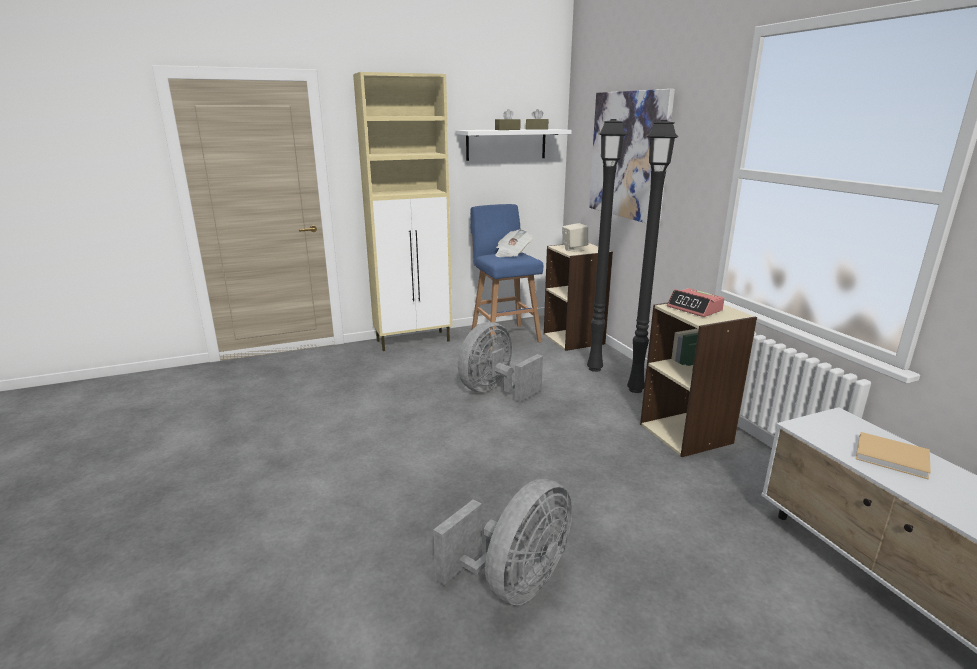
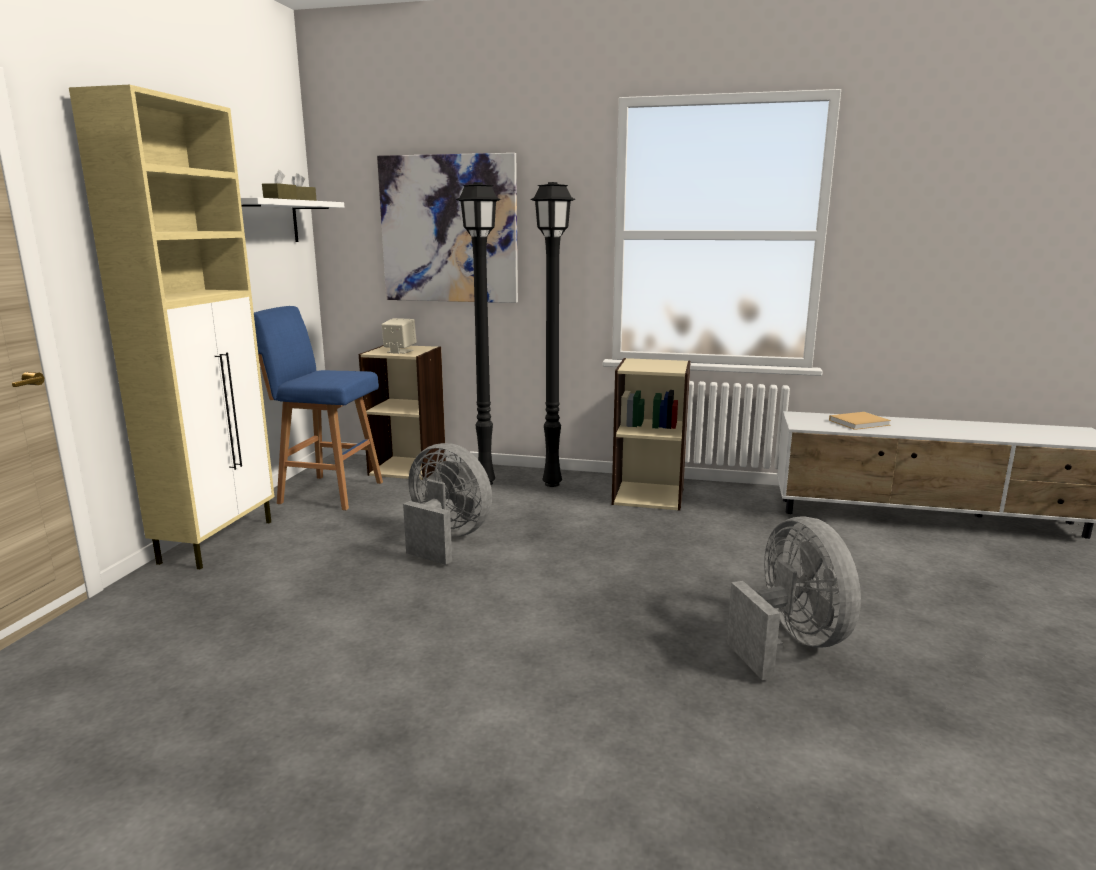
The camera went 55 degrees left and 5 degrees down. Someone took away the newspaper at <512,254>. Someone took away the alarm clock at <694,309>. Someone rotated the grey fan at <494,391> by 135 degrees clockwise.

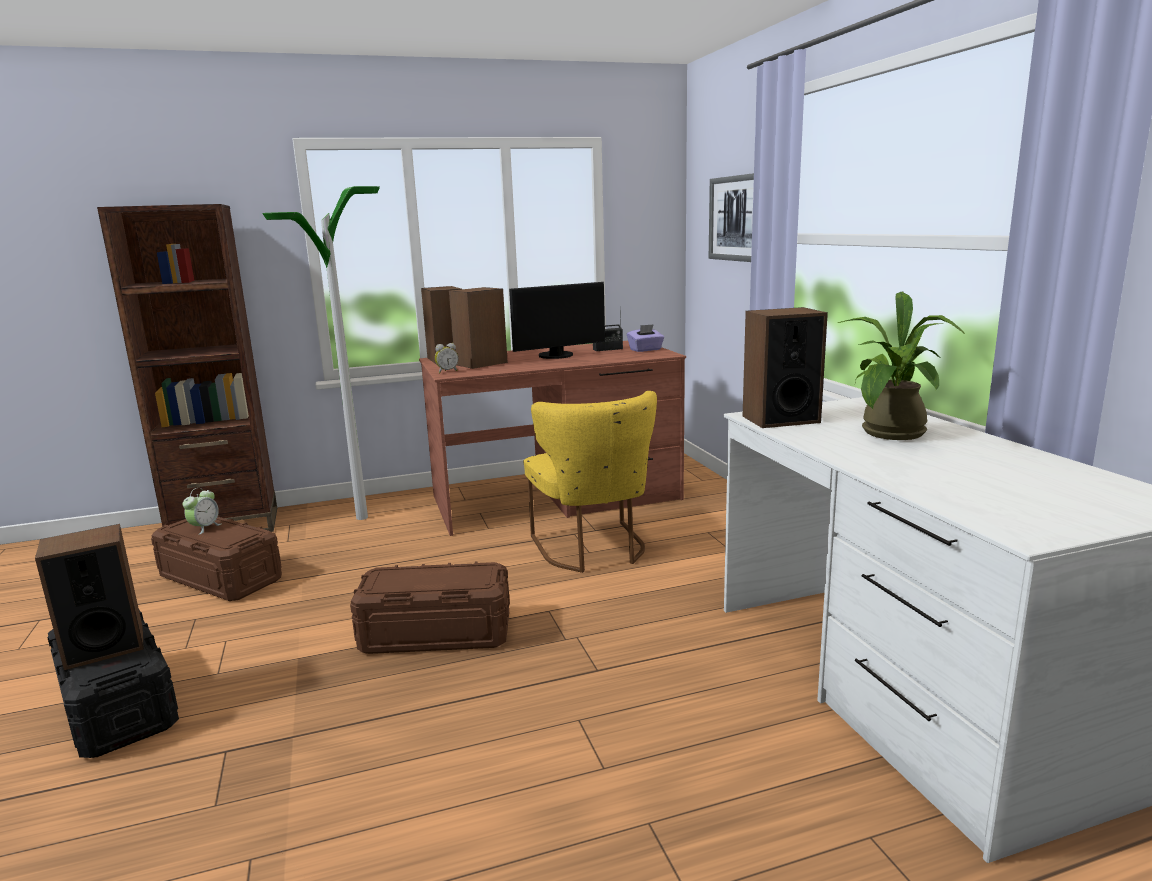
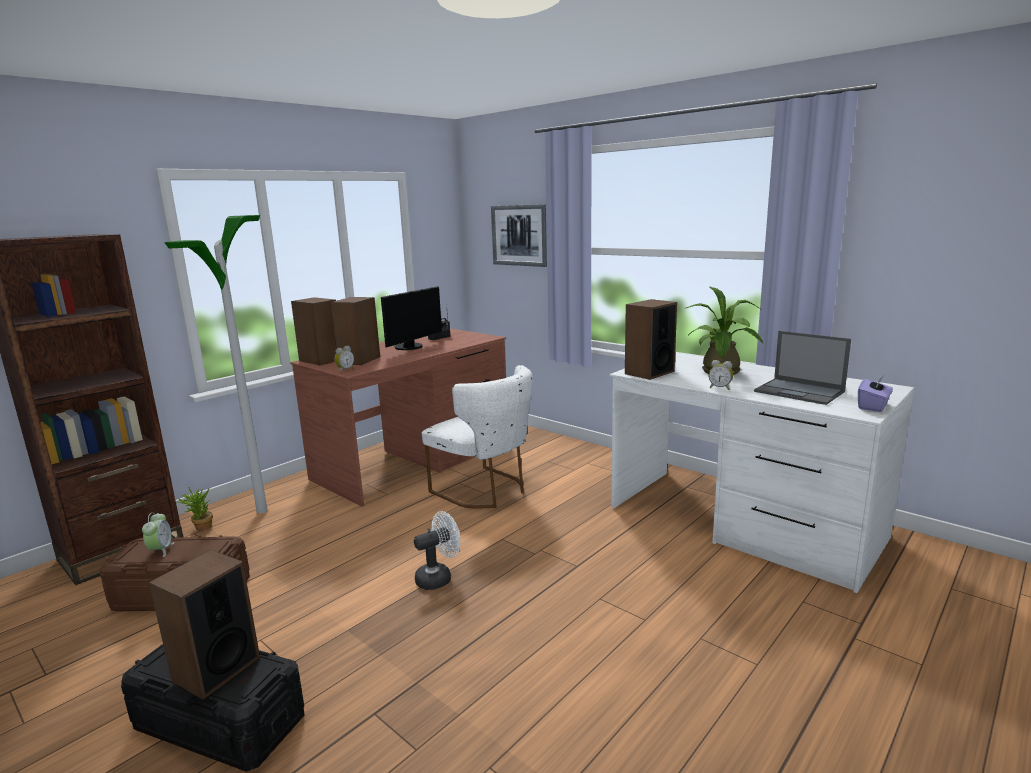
The camera went 30 degrees left and 0 degrees up. Someone put down the potted plant at <200,528>. Someone put down the alarm clock at <720,388>. Someone put down the laptop at <800,392>. Someone carried the purple tissue box from <645,350> to <873,406>. Someone swapped the brown storage box at <436,633> for the white fan at <439,577>. Someone repainted the yellow chair at <593,550>, which became the white chair at <485,490>.

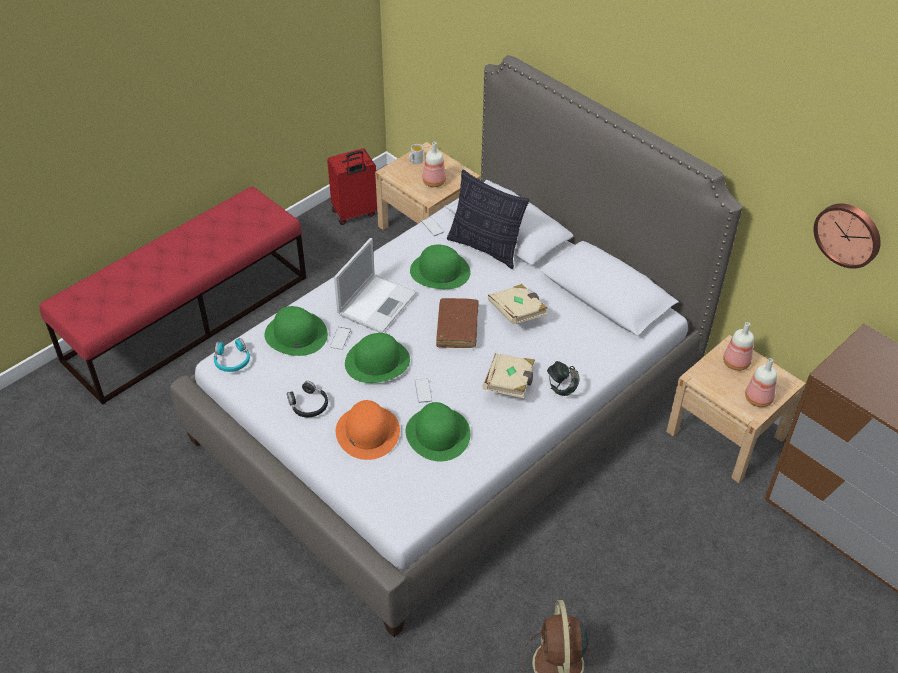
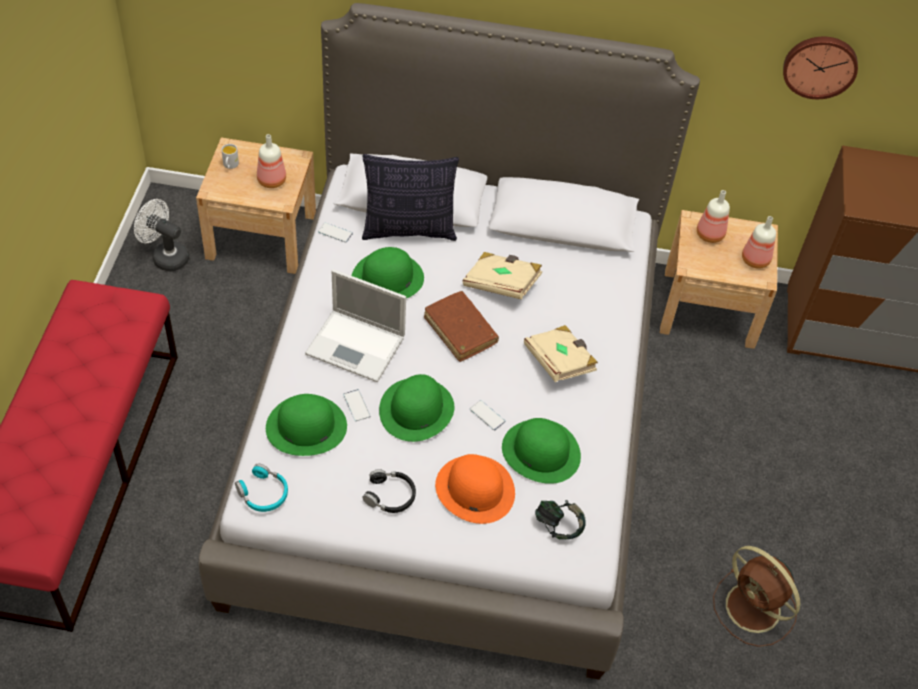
The camera went 40 degrees left and 5 degrees up. Someone carried the headphones from <562,386> to <558,527>. Someone swapped the red suitcase at <354,213> for the white fan at <165,256>. Someone rotated the laptop at <377,303> by 120 degrees clockwise.

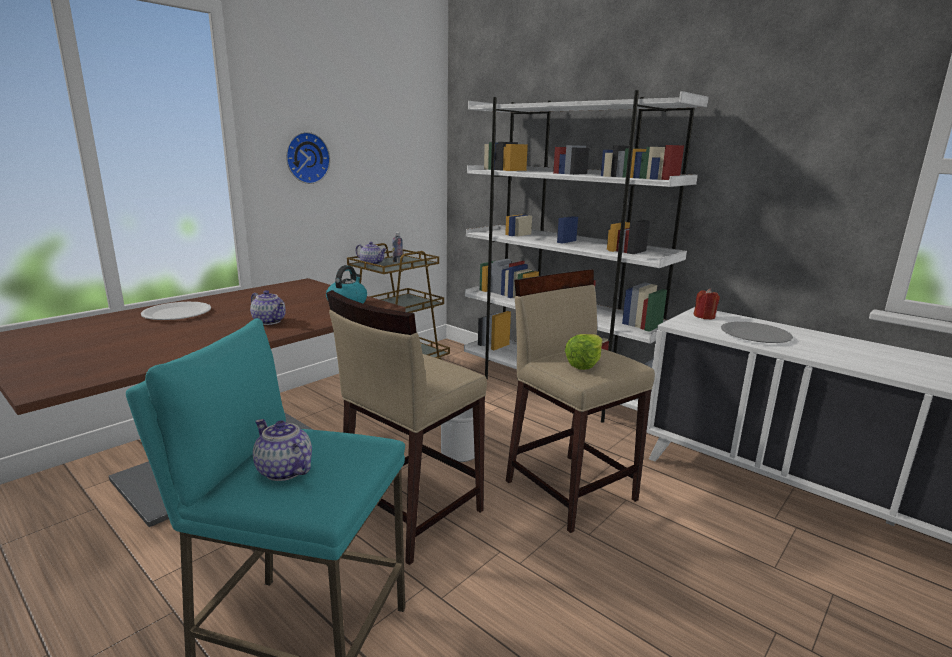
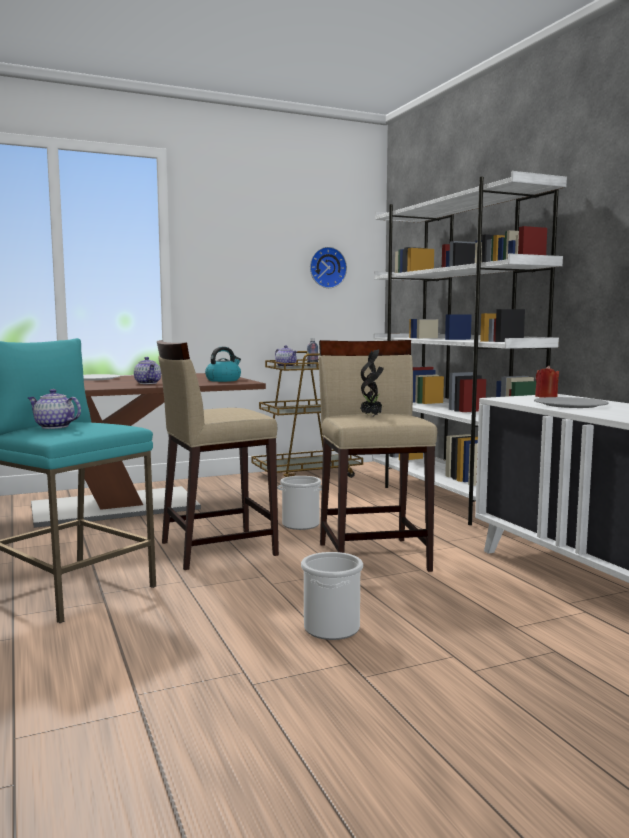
The camera went 25 degrees right and 10 degrees down. Someone put down the bucket at <332,628>. Someone carried the wall clock from <306,158> to <327,267>. Someone swapped the lettuce at <588,363> for the potted plant at <372,416>. Someone rotated the teapot at <282,471> by 45 degrees counterclockwise.

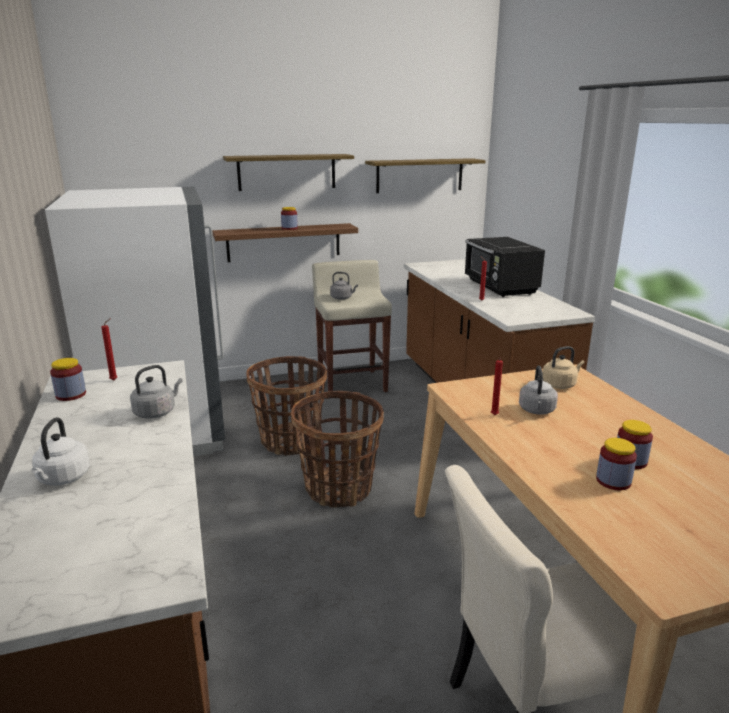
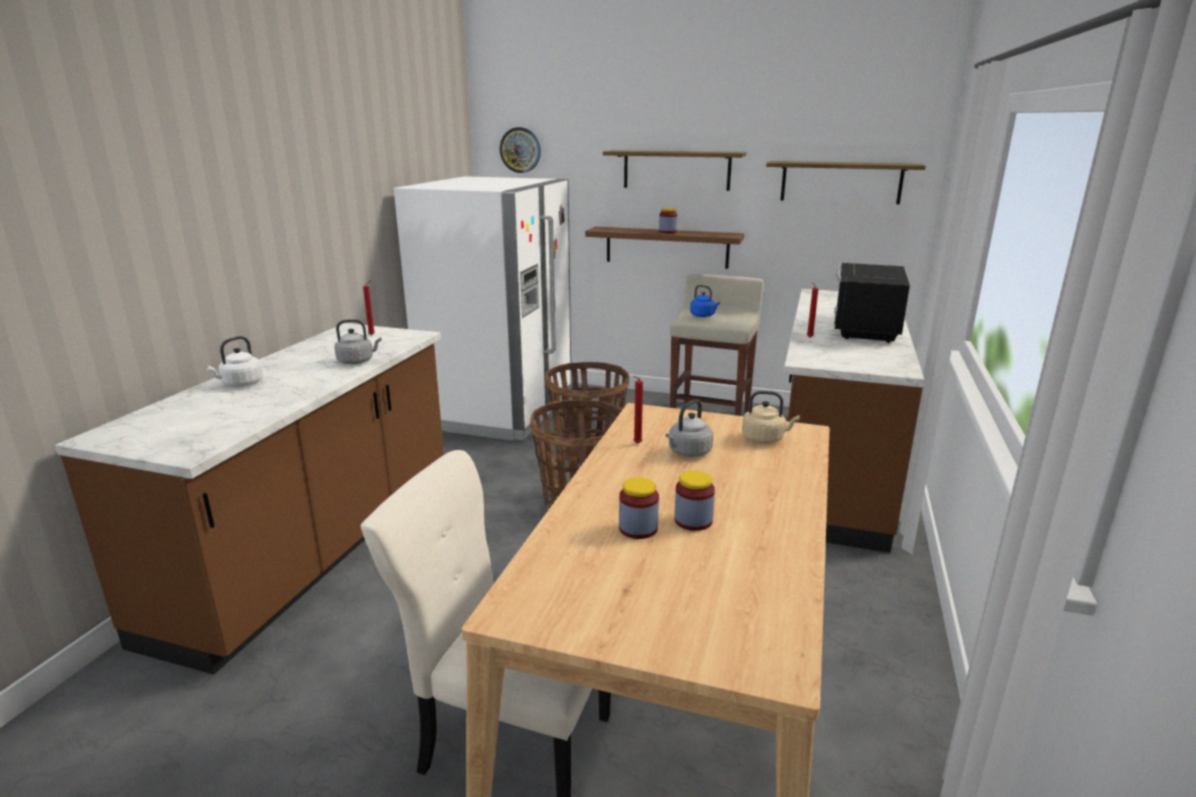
The camera went 35 degrees right and 0 degrees up. Someone took away the jar at <71,395>. Someone put up the wall clock at <520,150>. Someone repainted the grey kettle at <342,298>, which became the blue kettle at <703,315>.

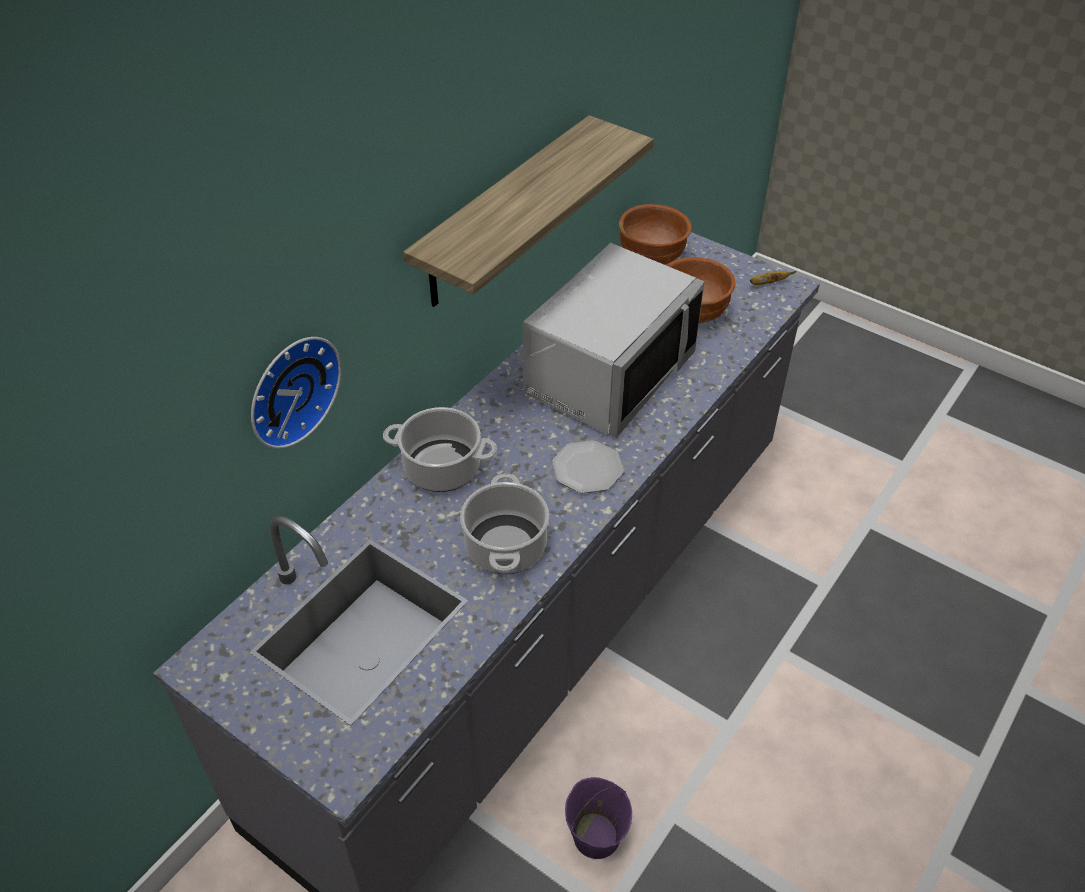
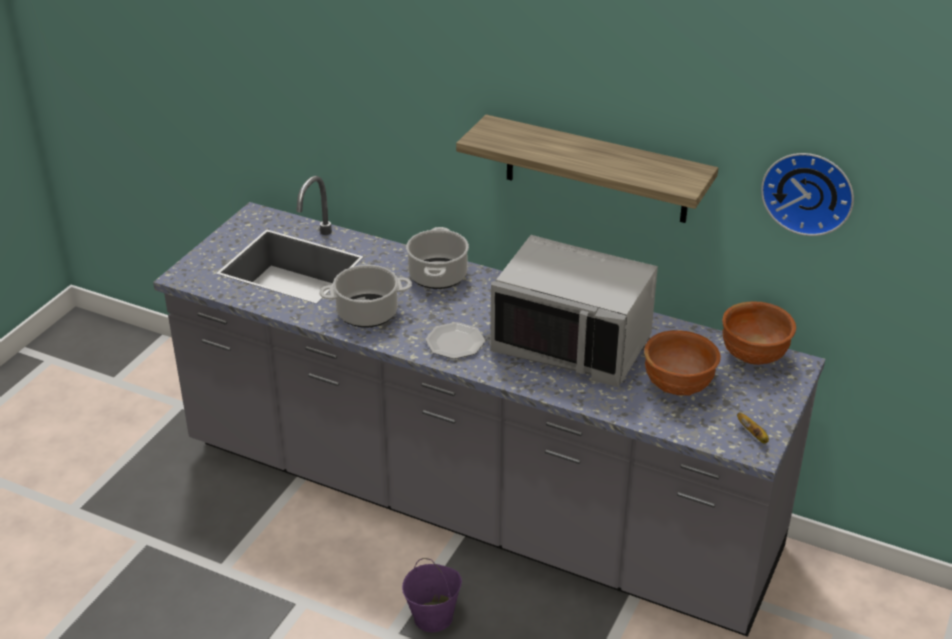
The camera went 80 degrees right and 10 degrees down. Someone carried the wall clock from <290,389> to <808,191>. Someone carried the purple bucket from <595,836> to <433,617>.

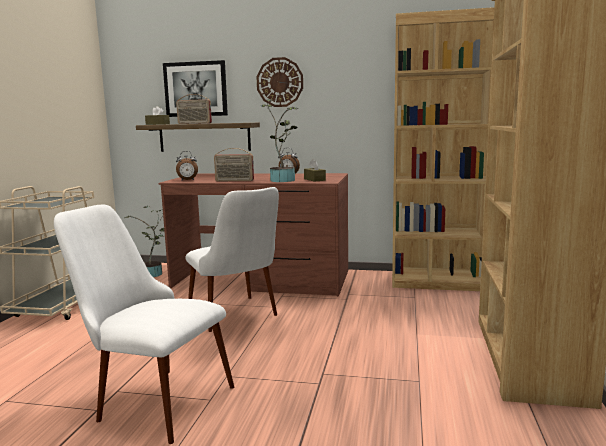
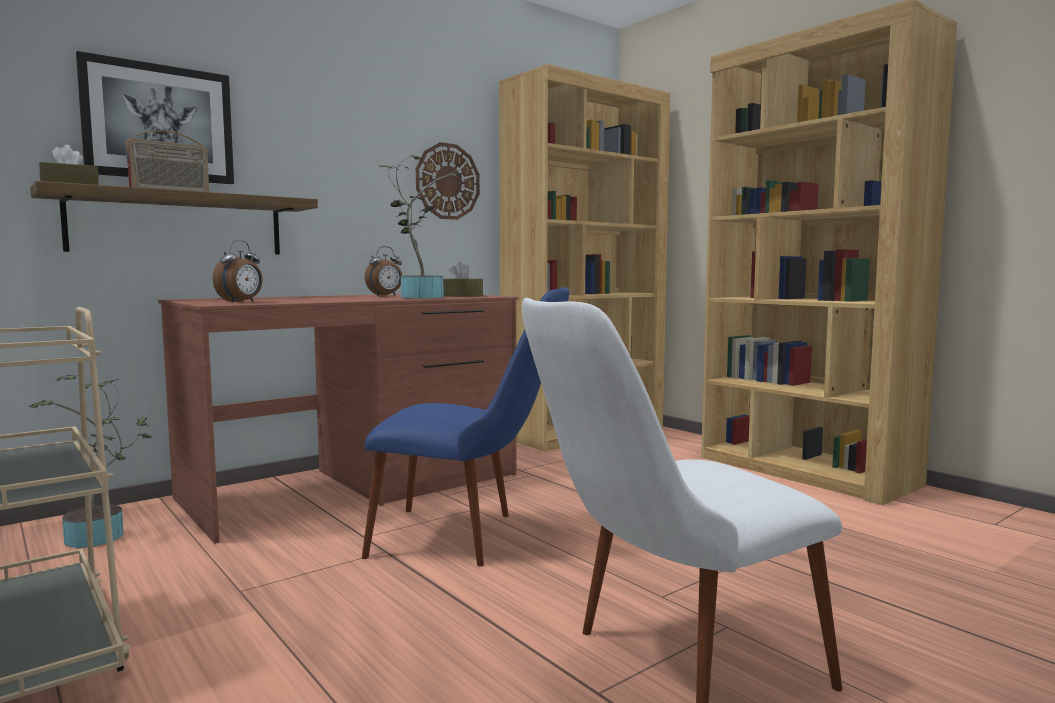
The camera went 50 degrees left and 5 degrees down. Someone took away the radio at <234,181>. Someone carried the wall clock from <280,82> to <447,181>. Someone repainted the white chair at <238,318>, which became the blue chair at <469,537>.

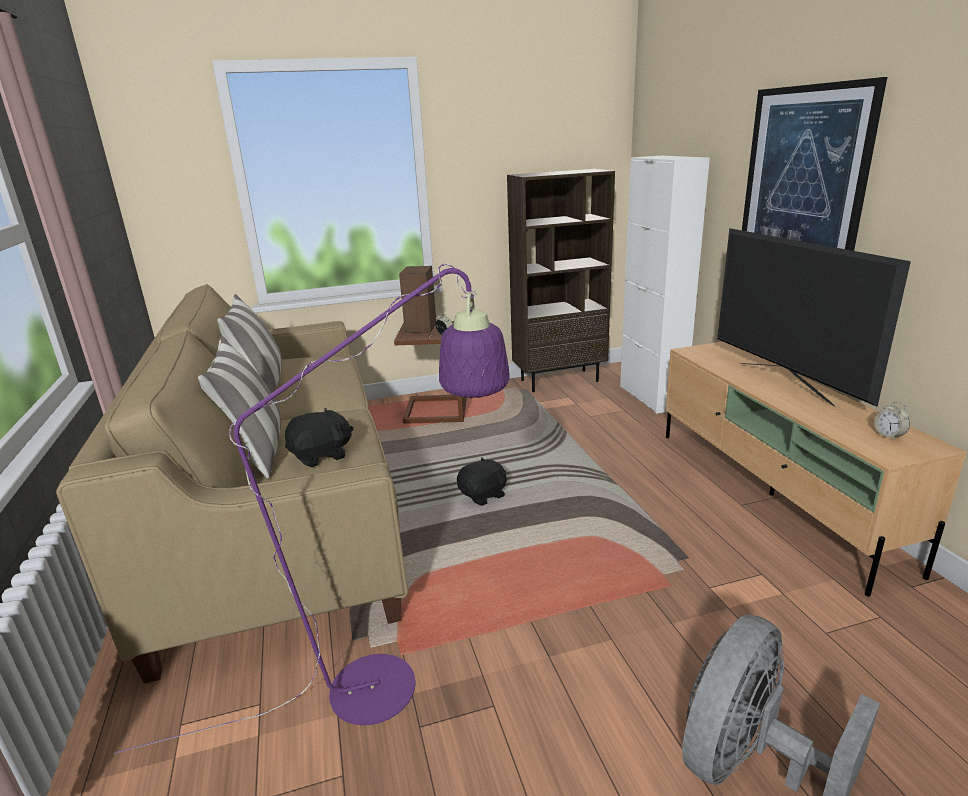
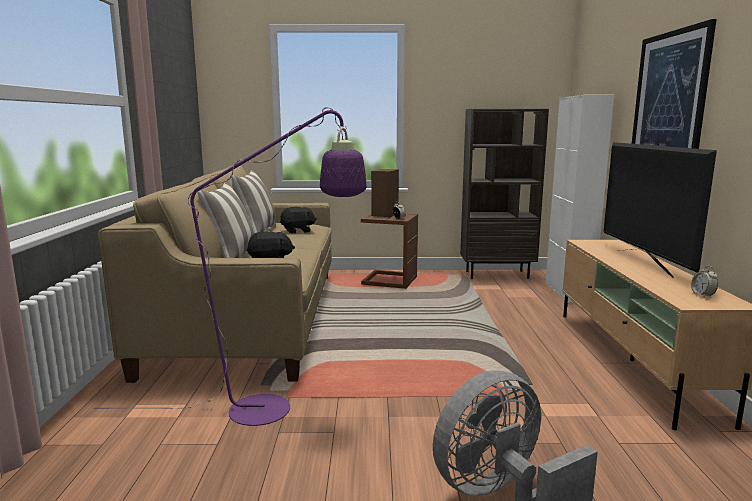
The camera went 15 degrees right and 10 degrees down. Someone carried the black plush toy from <483,495> to <298,231>.

